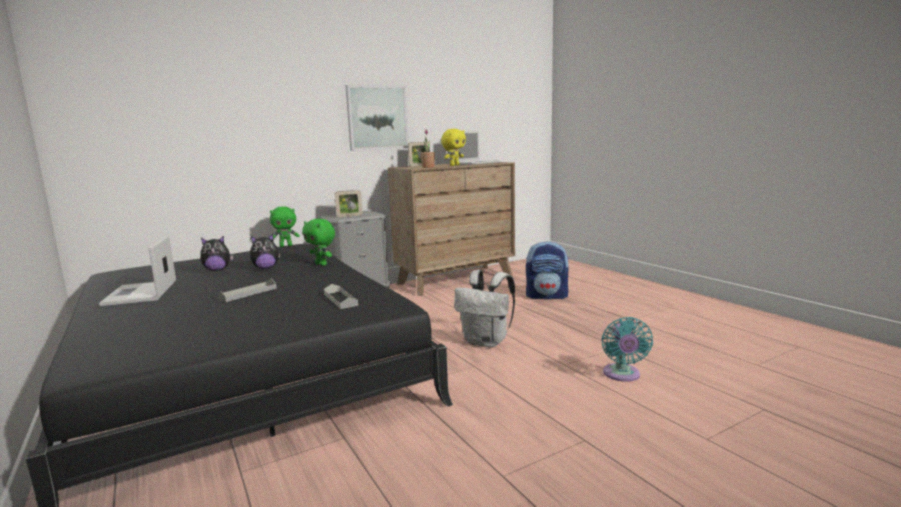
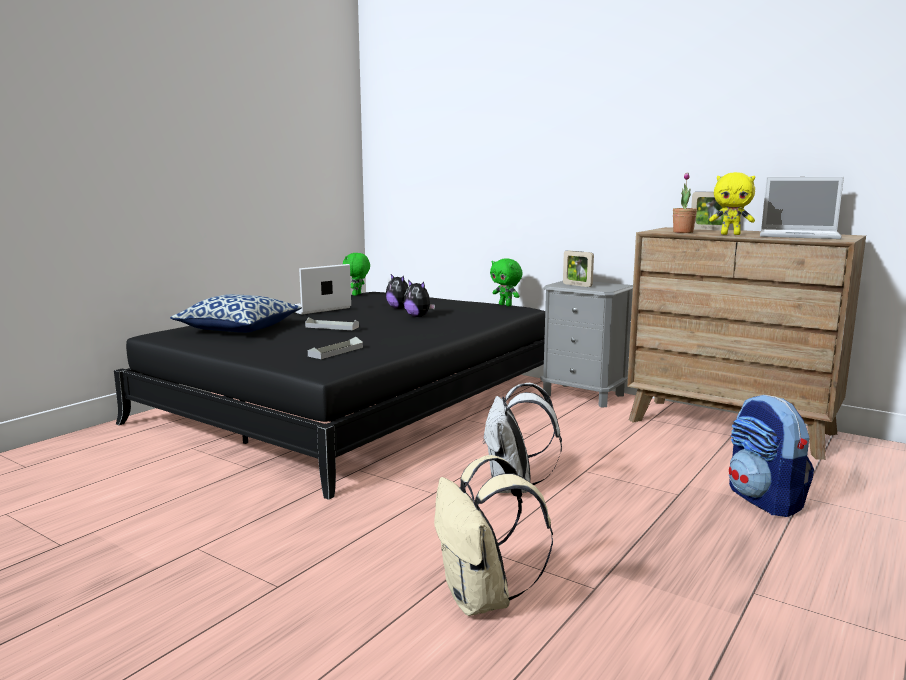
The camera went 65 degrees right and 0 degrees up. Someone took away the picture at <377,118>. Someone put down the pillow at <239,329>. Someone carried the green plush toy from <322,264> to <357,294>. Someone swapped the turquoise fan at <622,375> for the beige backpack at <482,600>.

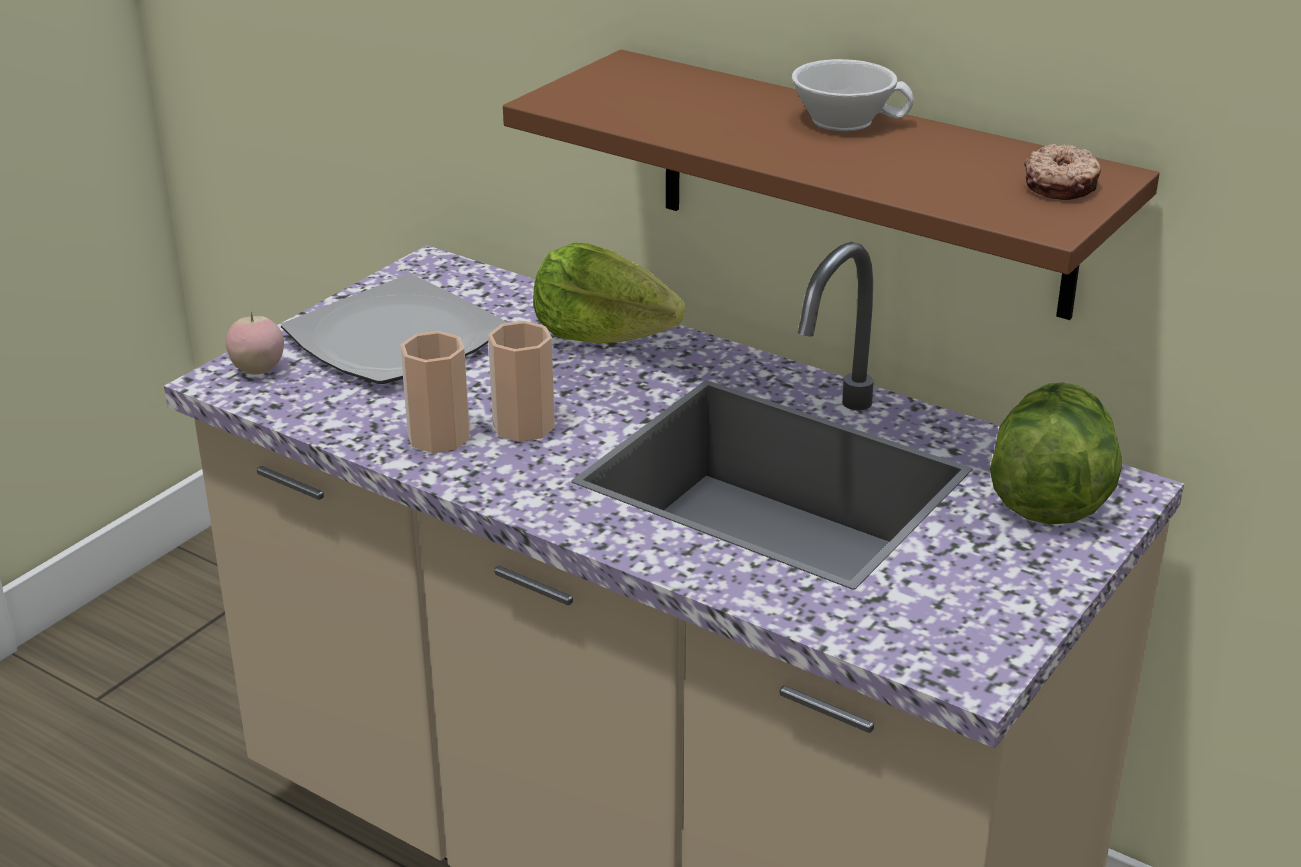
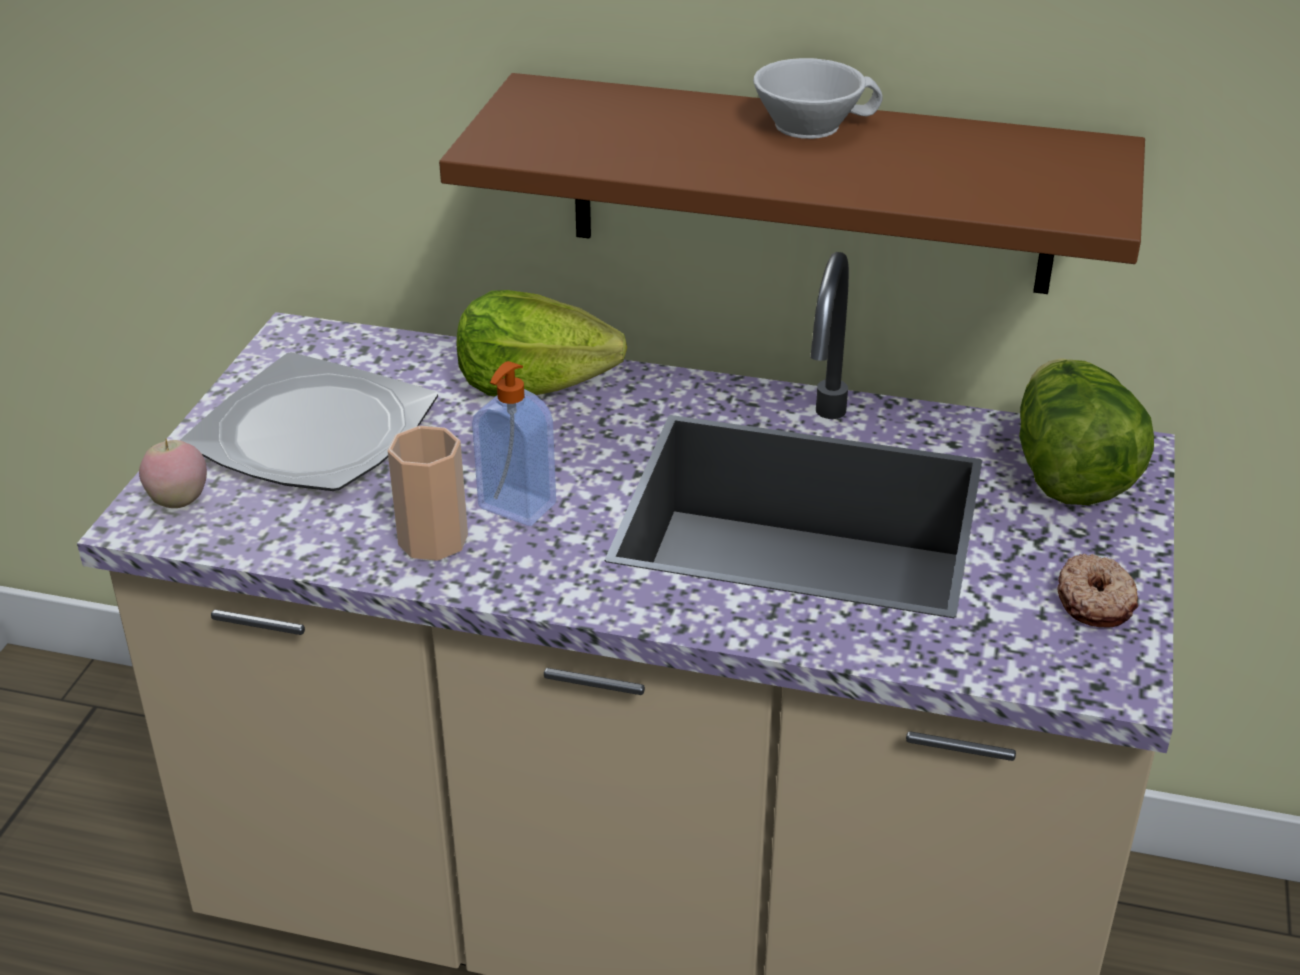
The camera went 20 degrees left and 5 degrees up. Someone carried the donut from <1062,185> to <1096,602>. Someone swapped the cup at <523,426> for the soap dispenser at <515,507>.

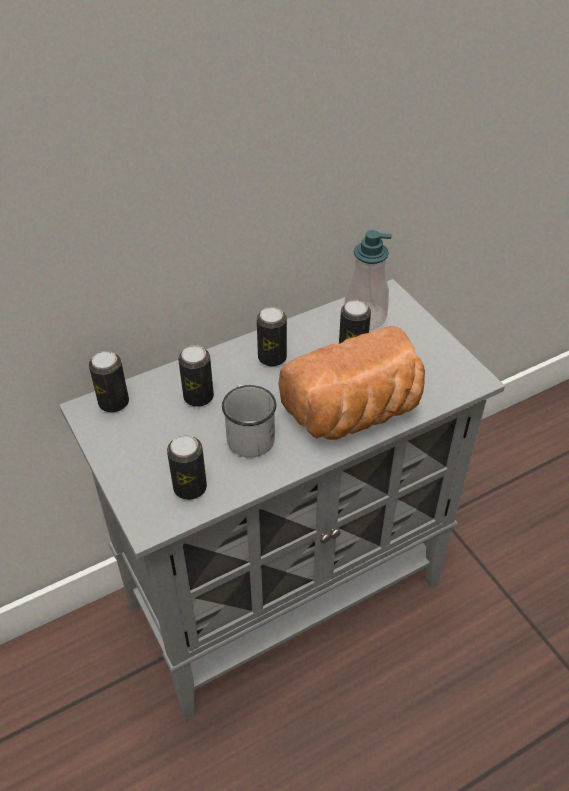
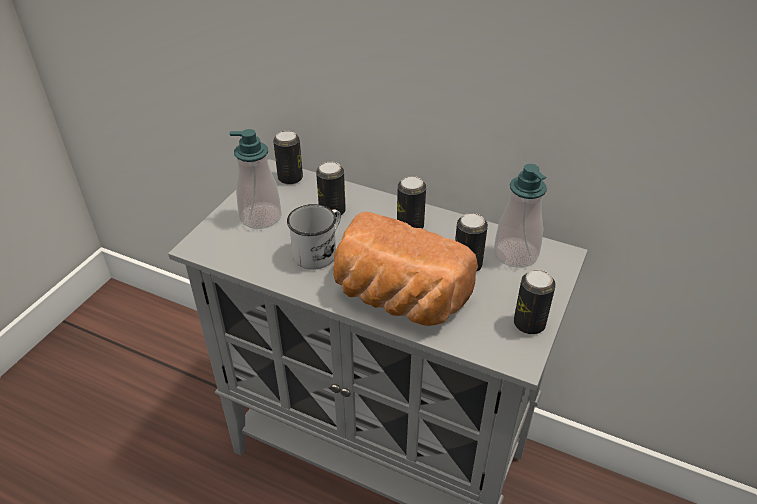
The camera went 55 degrees right and 5 degrees down. Someone put down the soap dispenser at <260,217>. Someone carried the can from <190,487> to <529,324>.

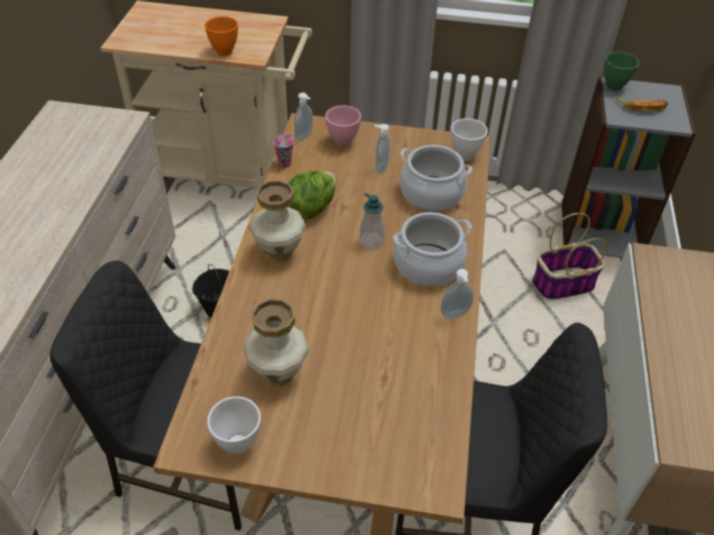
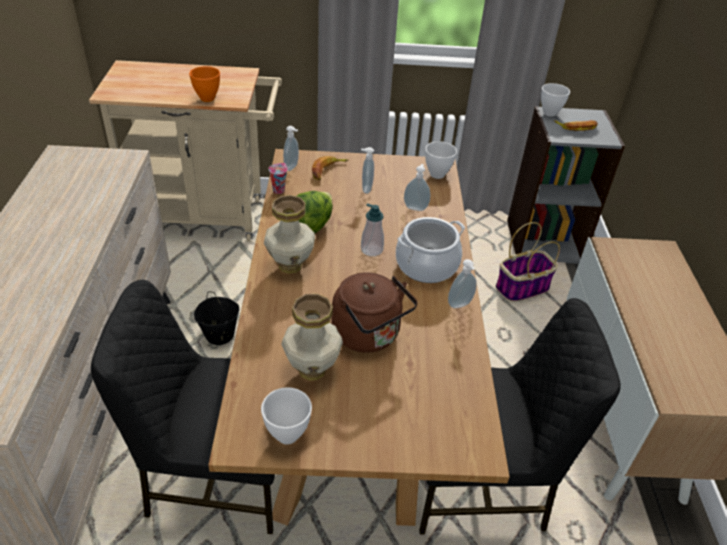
The camera went 10 degrees left and 5 degrees down. Someone put down the brown kettle at <369,336>. Someone swapped the pink bowl at <343,143> for the banana at <327,170>. Someone swapped the cooking pot at <431,194> for the soap dispenser at <415,207>. Someone repainted the green bowl at <613,86>, which became the white bowl at <549,113>.

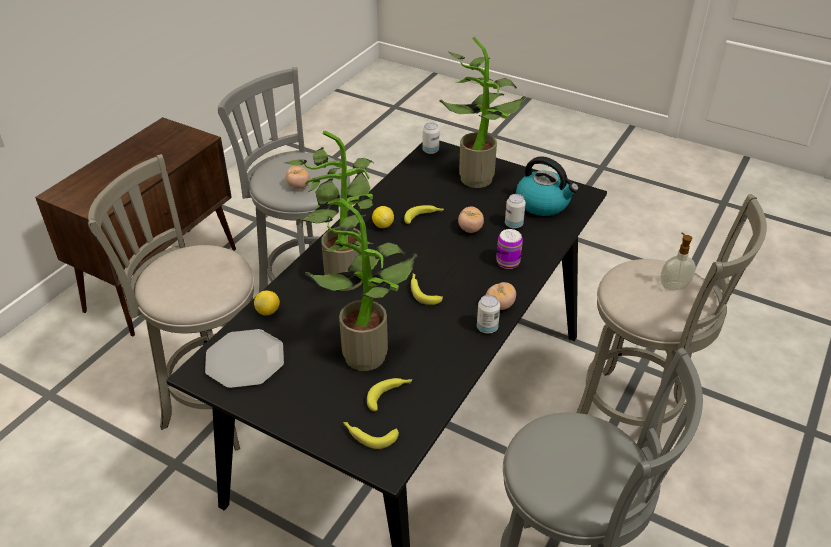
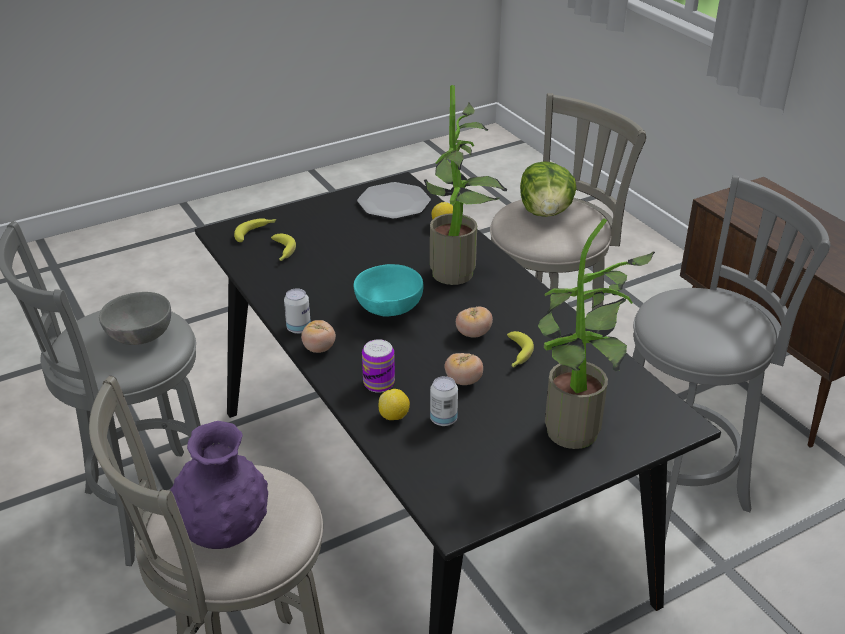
The camera went 120 degrees right and 5 degrees down. Someone took away the potted plant at <369,351>. Someone took away the can at <430,150>. Someone took away the kettle at <543,203>. Someone put down the grey bowl at <138,338>. Someone put down the lettuce at <546,212>. Someone carried the tomato from <299,186> to <473,334>. Someone carried the lemon from <383,225> to <394,416>. Someone swapped the banana at <423,292> for the turquoise bowl at <388,310>. Someone swapped the soap dispenser at <673,286> for the purple vase at <225,533>.

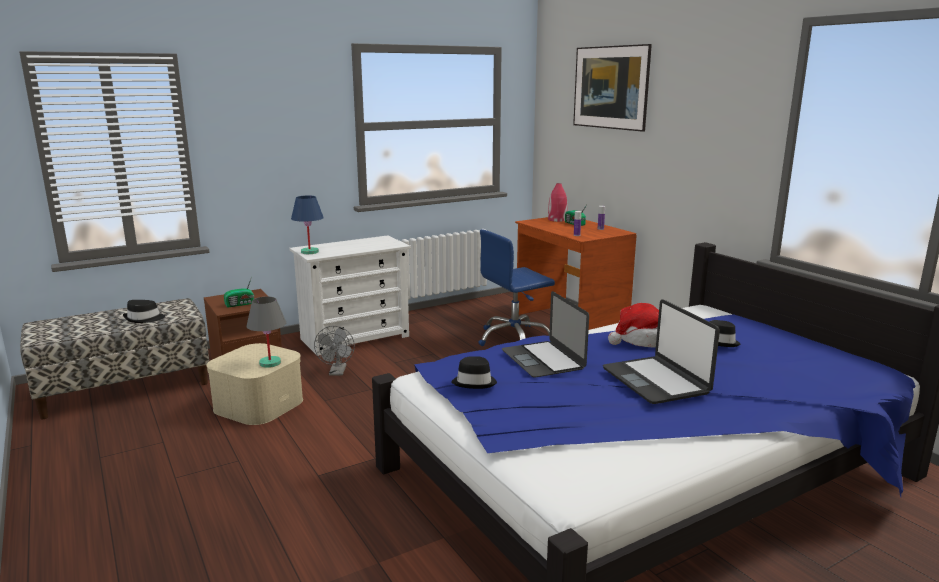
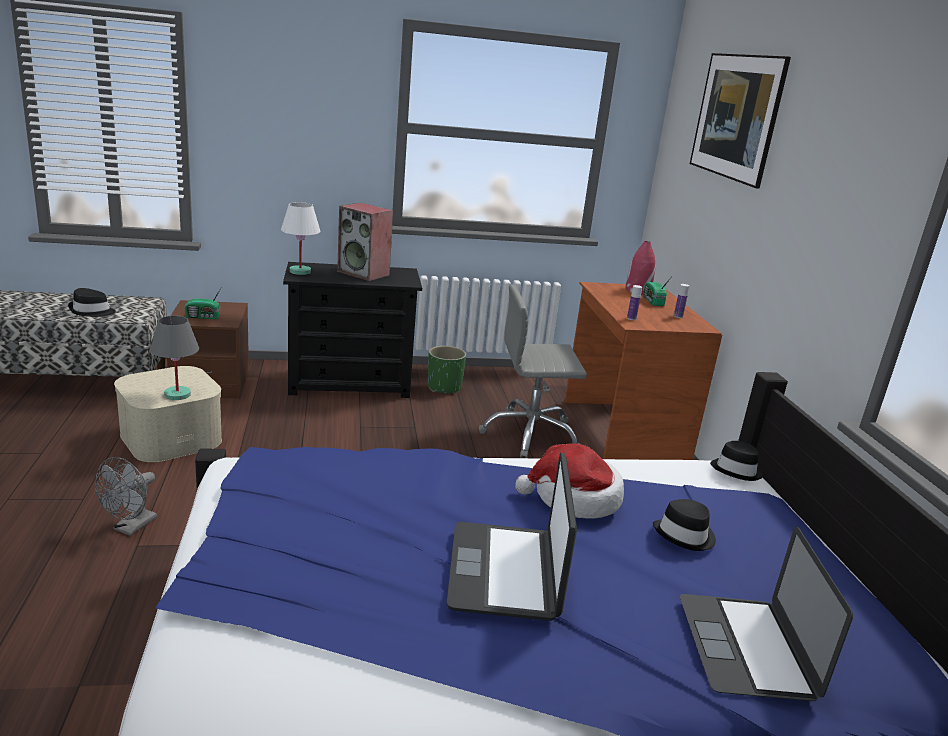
The camera went 20 degrees right and 5 degrees up. Someone put down the speaker at <364,273>. Someone put down the green planter at <444,387>. Someone carried the grey fan from <337,372> to <131,527>. Someone carried the black hat from <474,382> to <736,470>. Someone carried the laptop from <543,359> to <746,646>. Someone repainted the white dresser at <355,337>, which became the black dresser at <350,383>. Someone repainted the blue table lamp at <310,252>, which became the white table lamp at <300,271>. Someone repainted the blue office chair at <514,338>, which became the grey office chair at <530,434>.

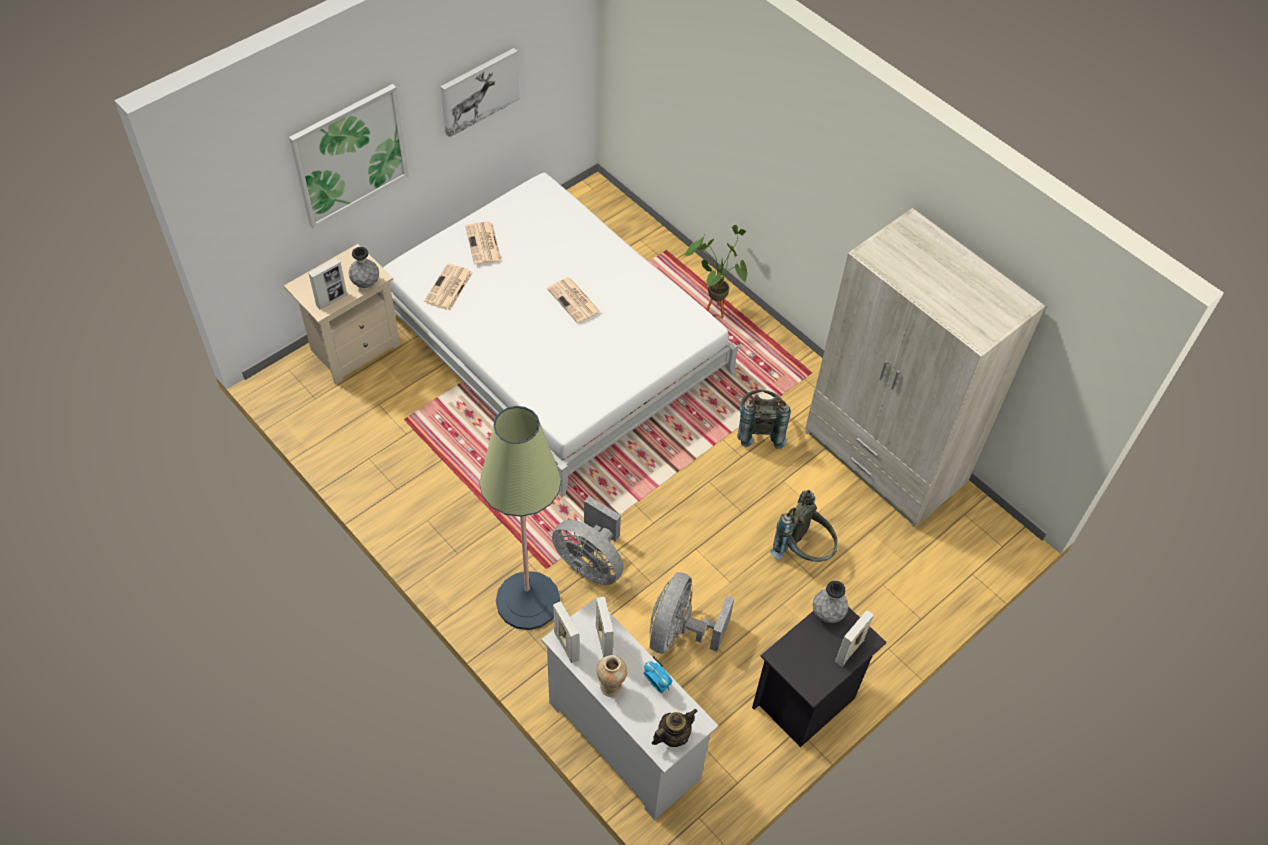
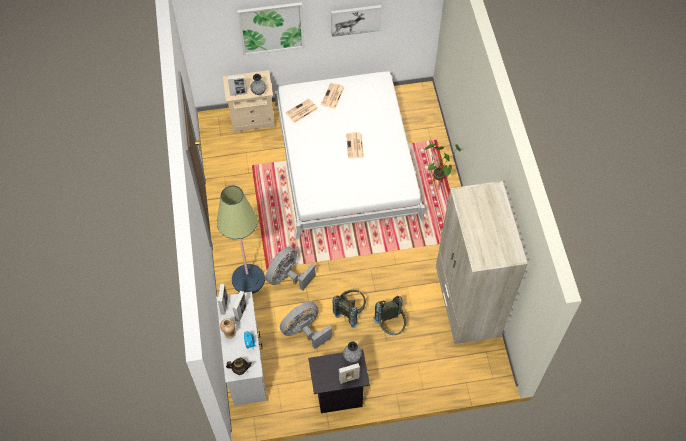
The camera went 35 degrees right and 5 degrees up. Someone carried the grey backpack from <759,429> to <350,311>. Someone rotated the grey fan at <591,563> by 60 degrees clockwise.

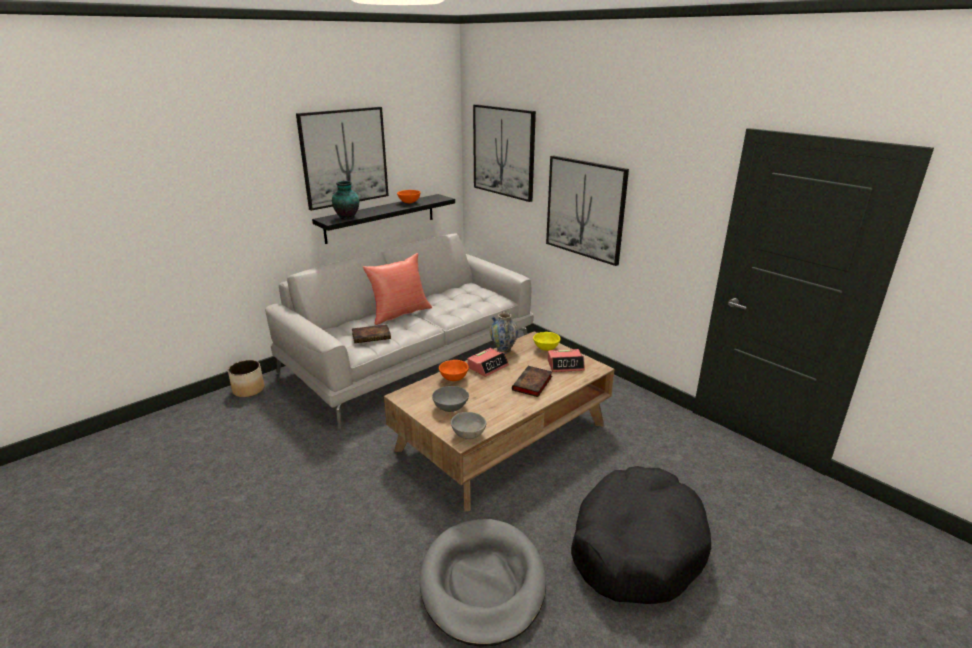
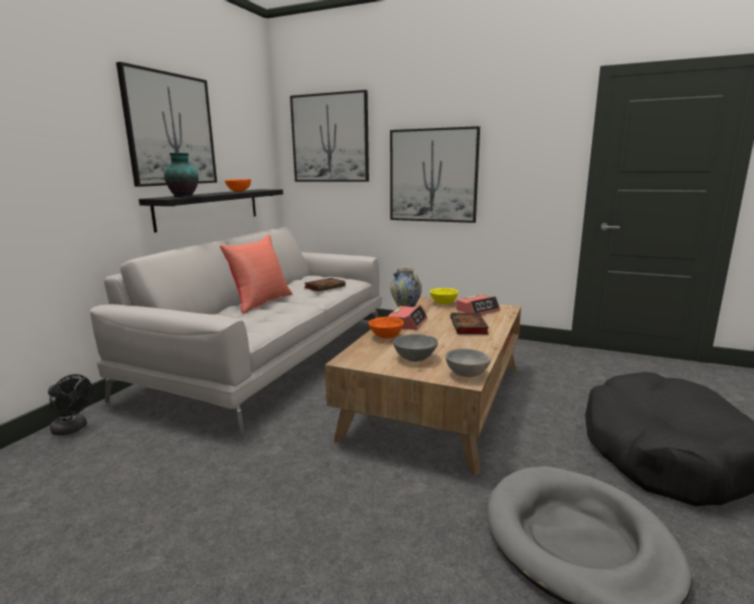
The camera went 25 degrees left and 10 degrees down. Someone carried the book from <372,336> to <325,287>. Someone swapped the planter at <249,389> for the black fan at <73,429>.

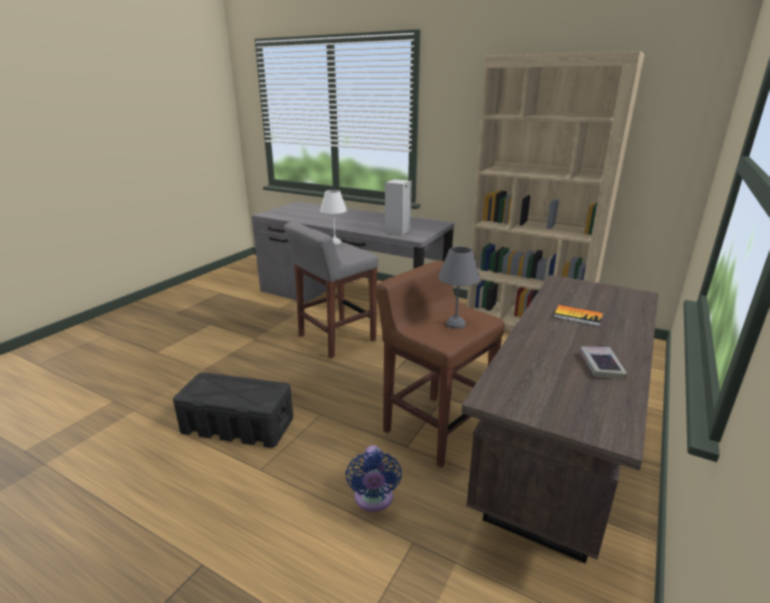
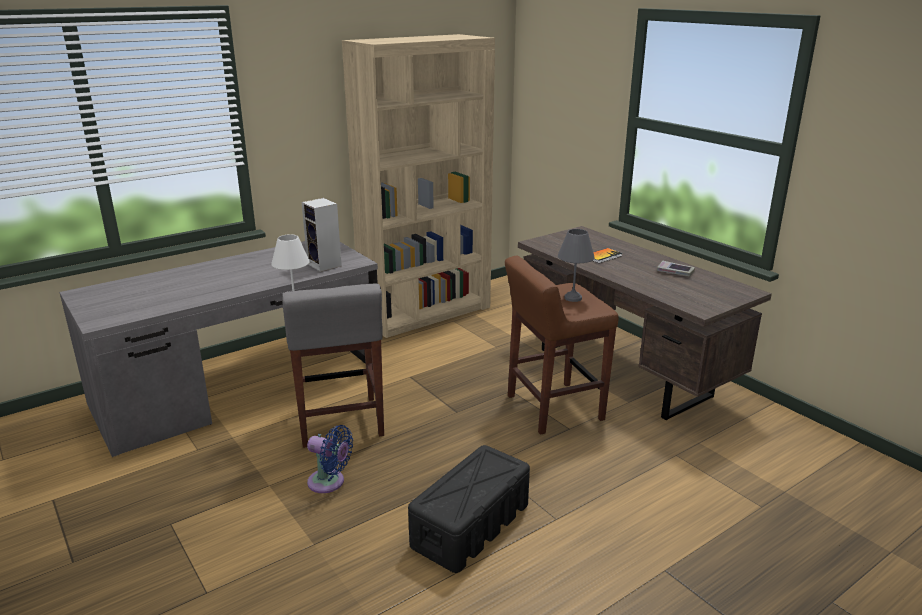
The camera went 65 degrees left and 0 degrees up. Someone carried the blue fan from <373,500> to <329,482>.

